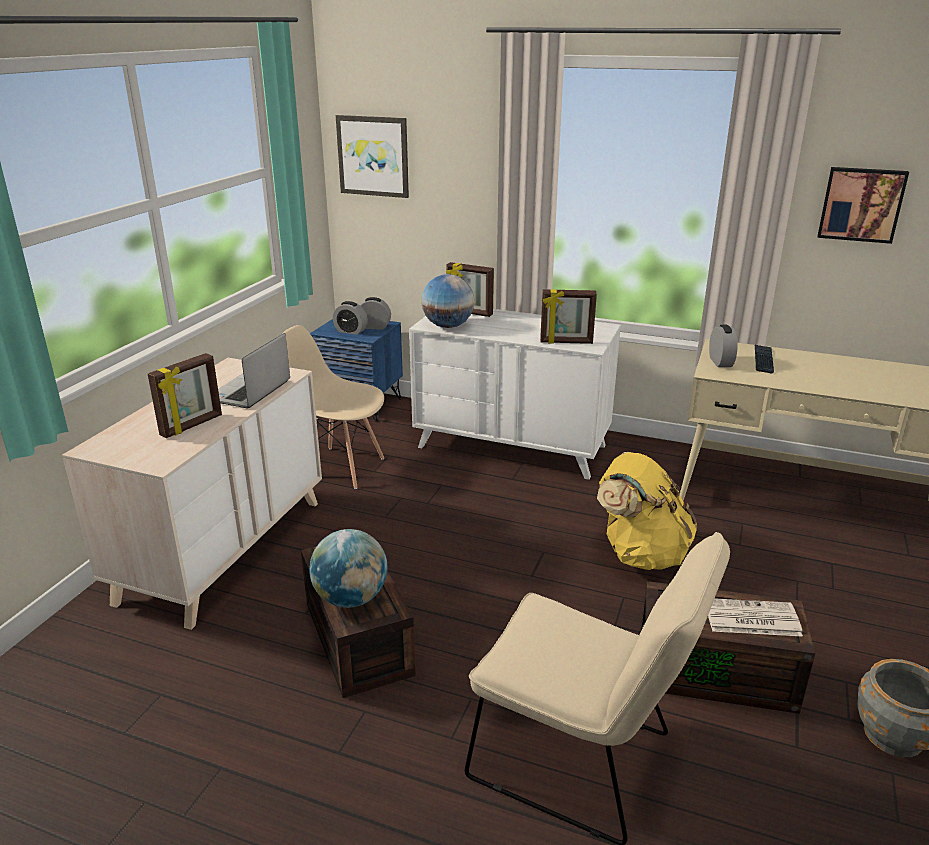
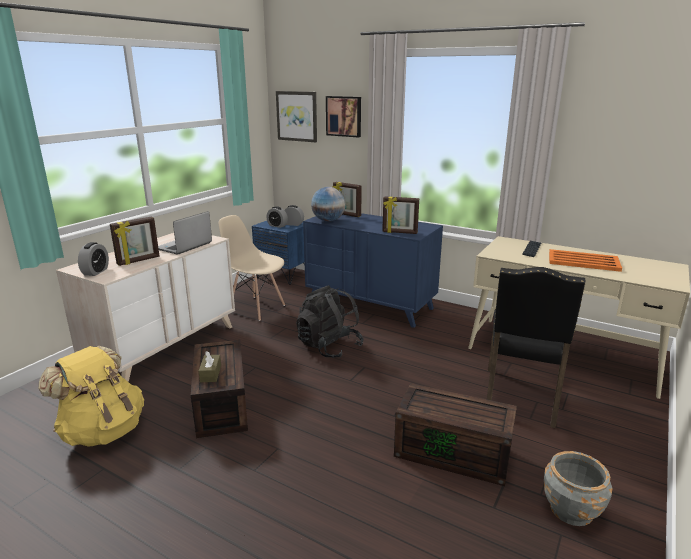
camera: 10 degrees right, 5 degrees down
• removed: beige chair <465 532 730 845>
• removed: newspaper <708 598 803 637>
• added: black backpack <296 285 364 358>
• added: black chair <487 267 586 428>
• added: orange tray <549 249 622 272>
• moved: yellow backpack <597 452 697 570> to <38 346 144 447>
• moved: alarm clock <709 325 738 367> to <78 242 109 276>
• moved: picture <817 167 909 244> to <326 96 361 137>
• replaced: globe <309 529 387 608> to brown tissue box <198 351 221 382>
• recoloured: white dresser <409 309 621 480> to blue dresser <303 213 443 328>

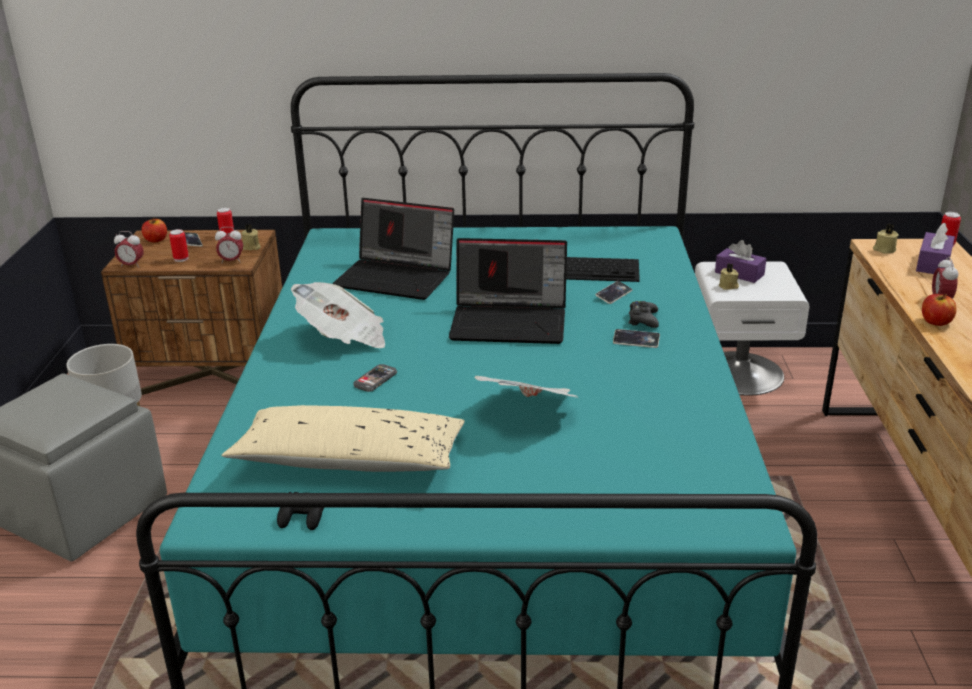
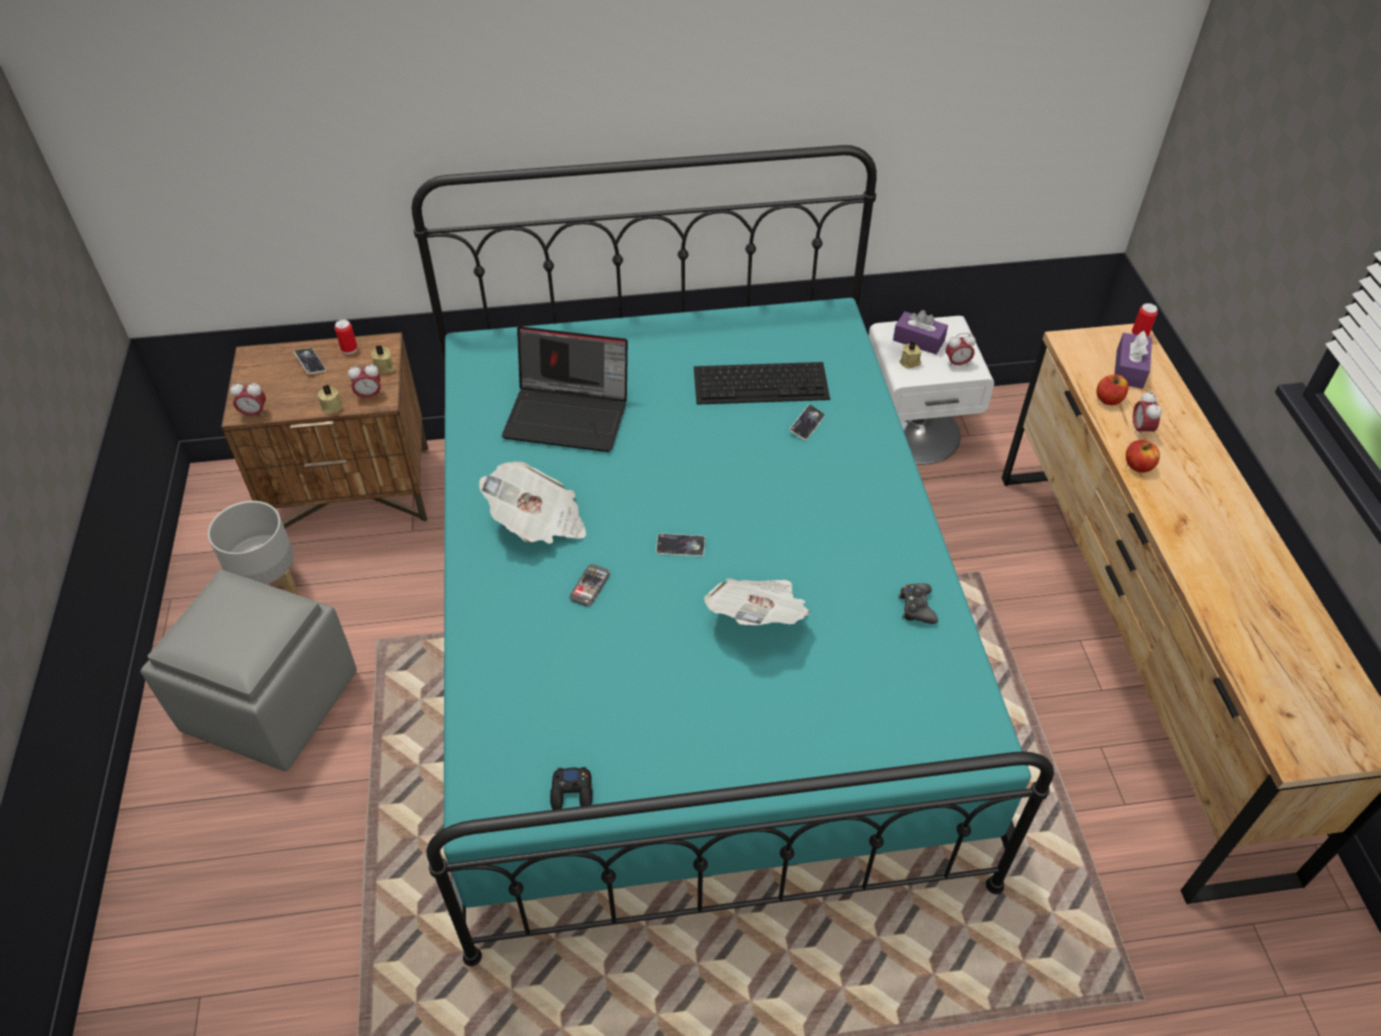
camera: 10 degrees left, 20 degrees up
• removed: can <169 229 189 262>
• removed: beige pillow <222 405 465 472>
• removed: laptop <449 238 567 344>
• added: alarm clock <946 333 976 368>
• moved: apple <141 217 167 242> to <1096 374 1128 405>
• moved: phone <613 329 660 348> to <656 533 705 557>
• moved: black game controller <629 301 659 328> to <898 583 938 624>
• moved: beige candle <873 224 899 254> to <318 385 343 414>

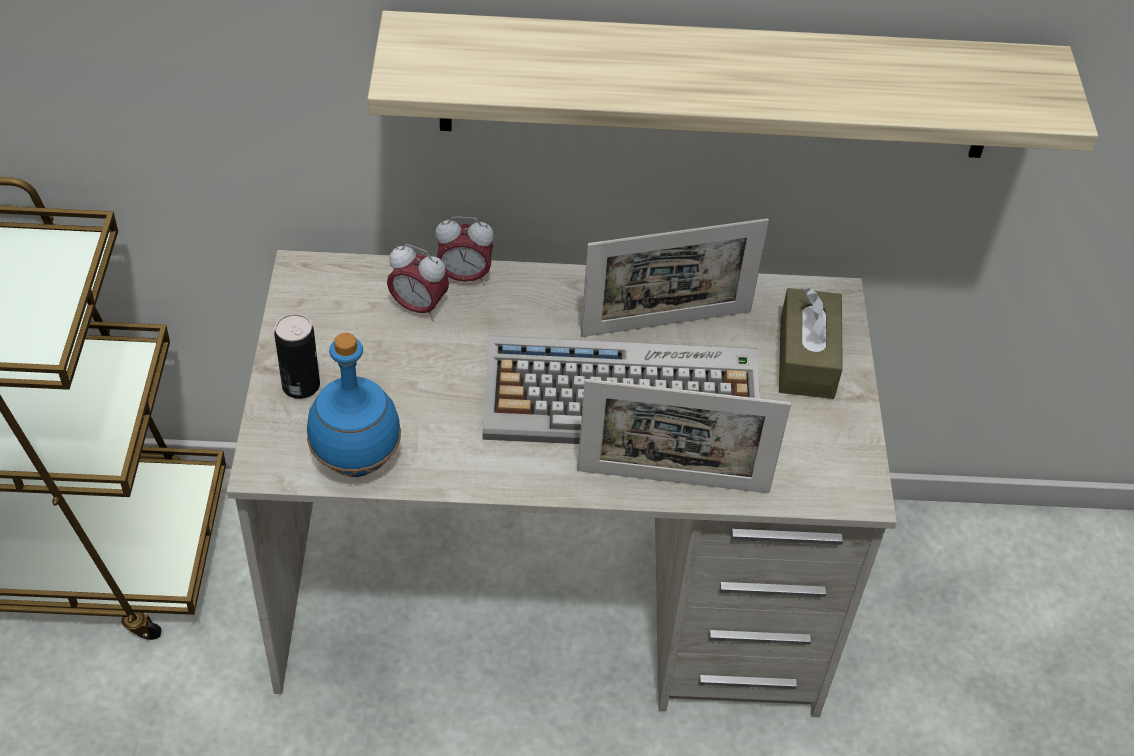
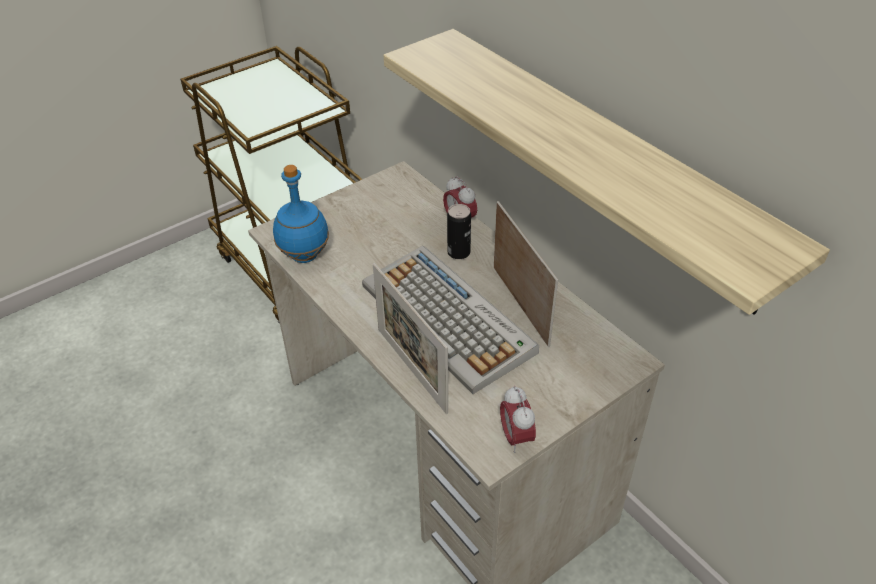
camera: 55 degrees right, 5 degrees down
• removed: brown tissue box <779 288 843 399>
• moved: can <274 314 320 399> to <447 204 471 259>
• moved: alarm clock <387 244 449 321> to <500 386 536 453>
• turned: picture frame <581 218 769 337> = <494 201 558 347> 150 degrees counterclockwise

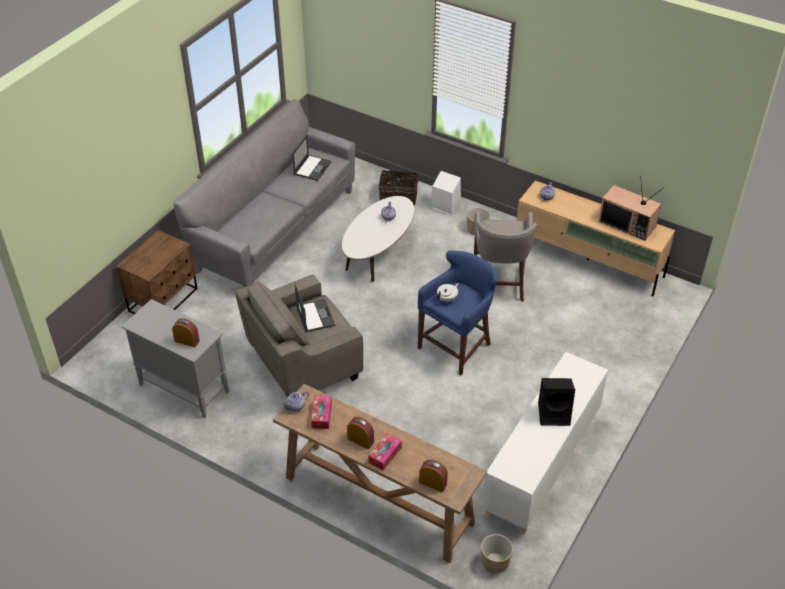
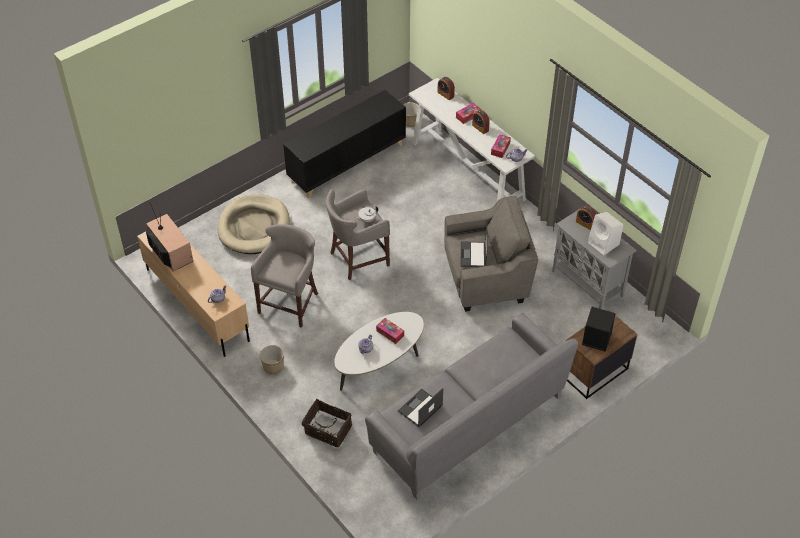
camera: 160 degrees left, 5 degrees up
• added: beige dog bed <217 194 290 254>
• added: tissue box <376 318 404 344>
• moved: white speaker <431 171 461 216> to <587 212 623 255>
• moved: black speaker <538 378 575 426> to <582 307 615 352>
• recoloured: brown console table <273 384 487 563> to white console table <409 78 535 201>
• recoloured: blue stool <418 251 497 375> to grey stool <326 189 390 280>
• recoloured: white cabinet <482 352 608 535> to black cabinet <283 90 406 198>

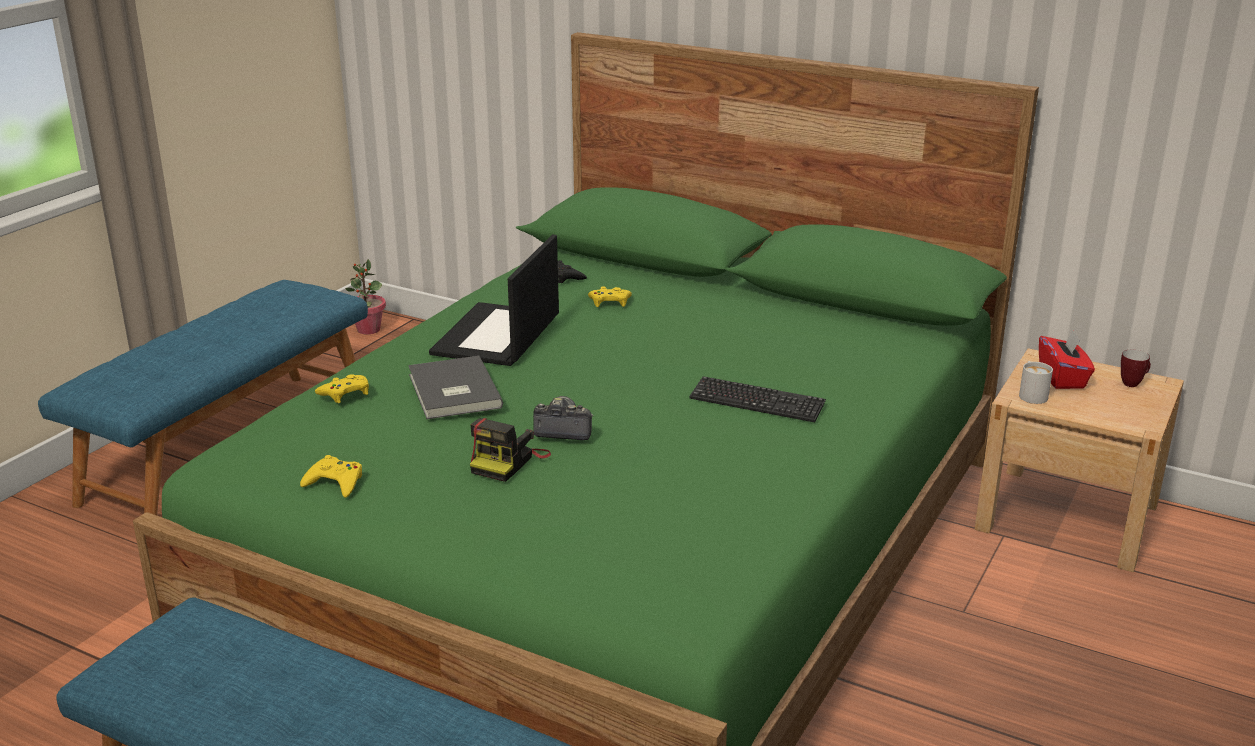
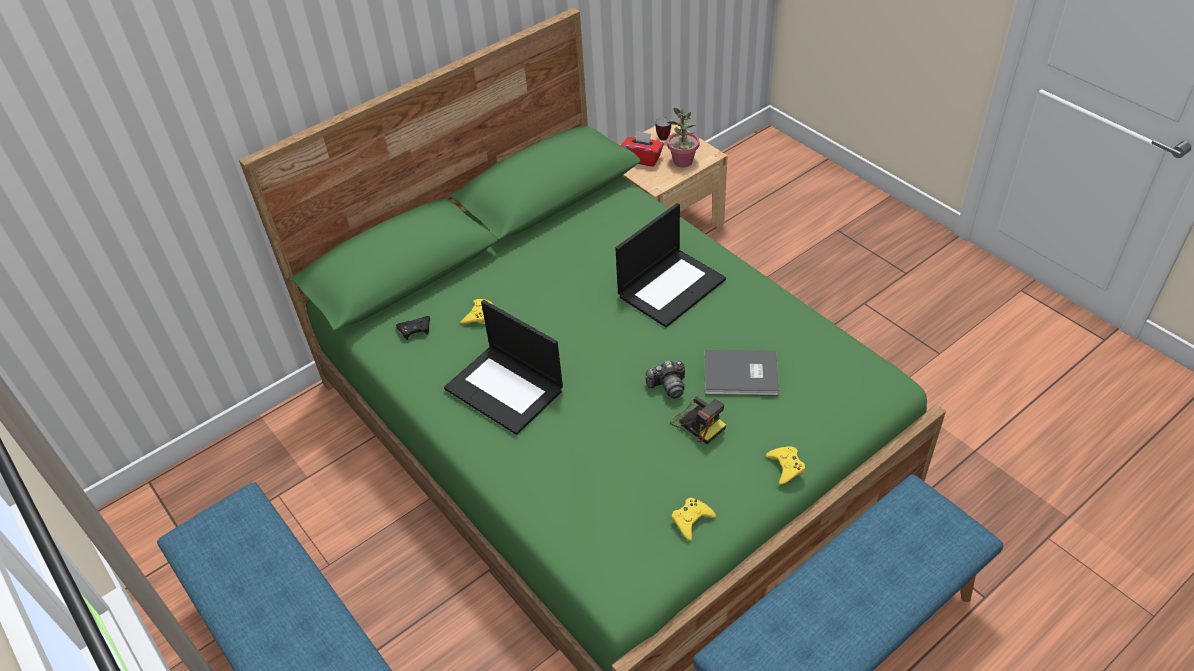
camera: 65 degrees left, 20 degrees up
• removed: white mug <1019 361 1053 404>
• moved: yellow game controller <315 374 369 403> to <766 447 805 485>
• moved: potted plant <345 259 386 334> to <667 108 699 167>
• moved: grey book <408 356 503 419> to <705 350 779 396>
• replaced: keyboard <689 377 826 422> to laptop <615 203 726 327>
• turned: photo camera <533 396 593 440> = <646 360 685 399> 135 degrees counterclockwise

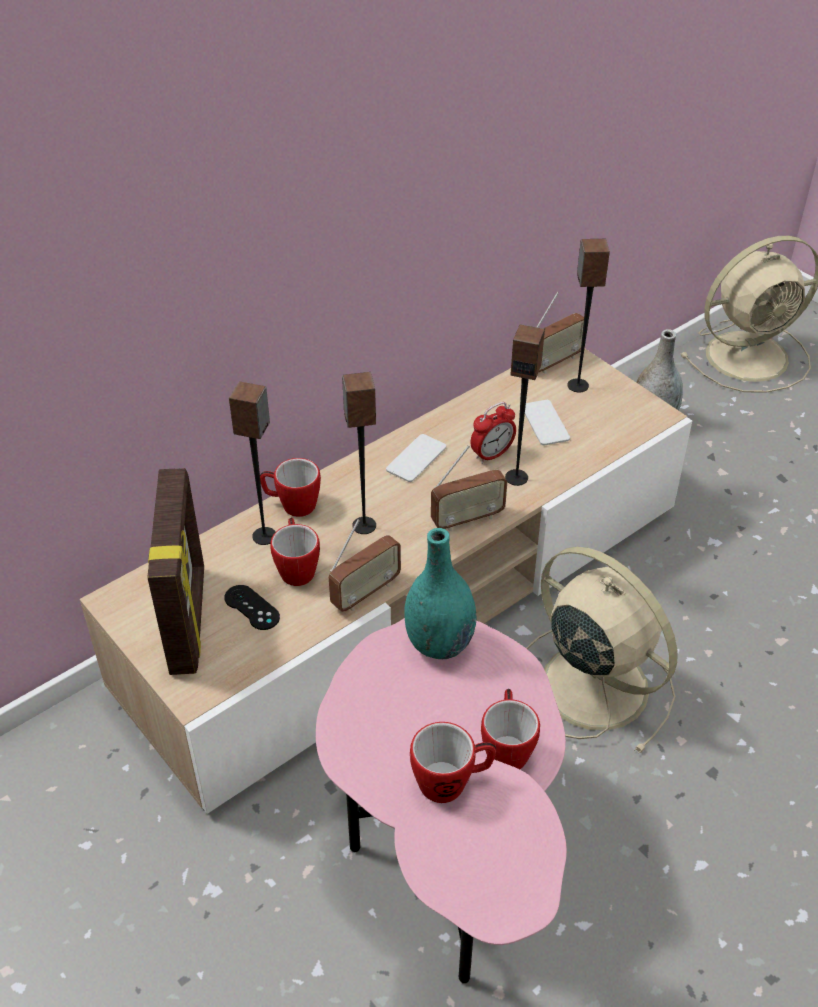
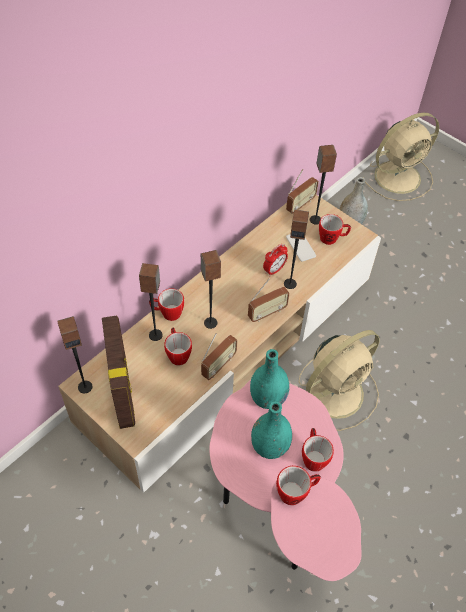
camera: 10 degrees left, 10 degrees up
• removed: black game controller <224 585 280 630>
• removed: phone <386 434 446 482>
• added: speaker <57 316 93 393>
• added: turquoise vase <251 401 292 459>
• added: mug <319 214 351 245>
• turned: beige fan <526 547 677 754> = <299 330 380 431> 105 degrees clockwise

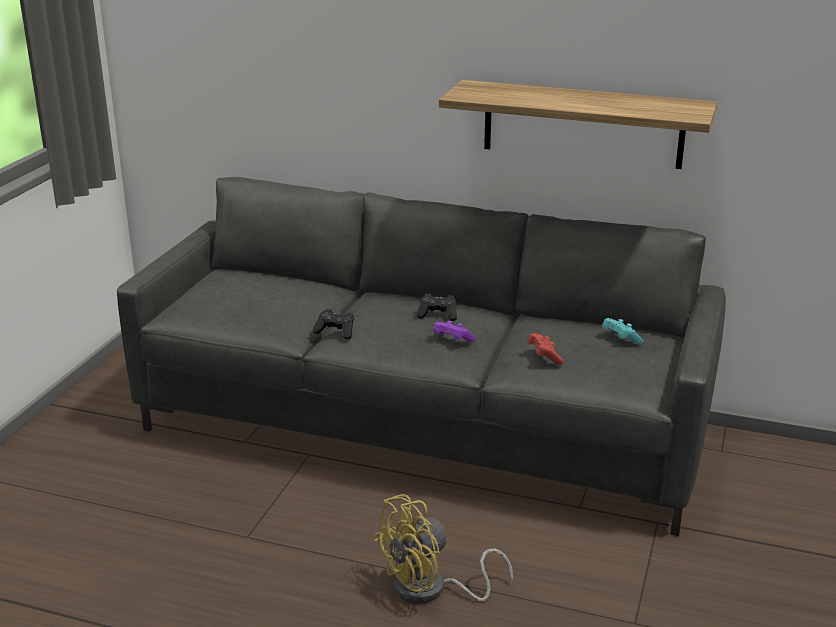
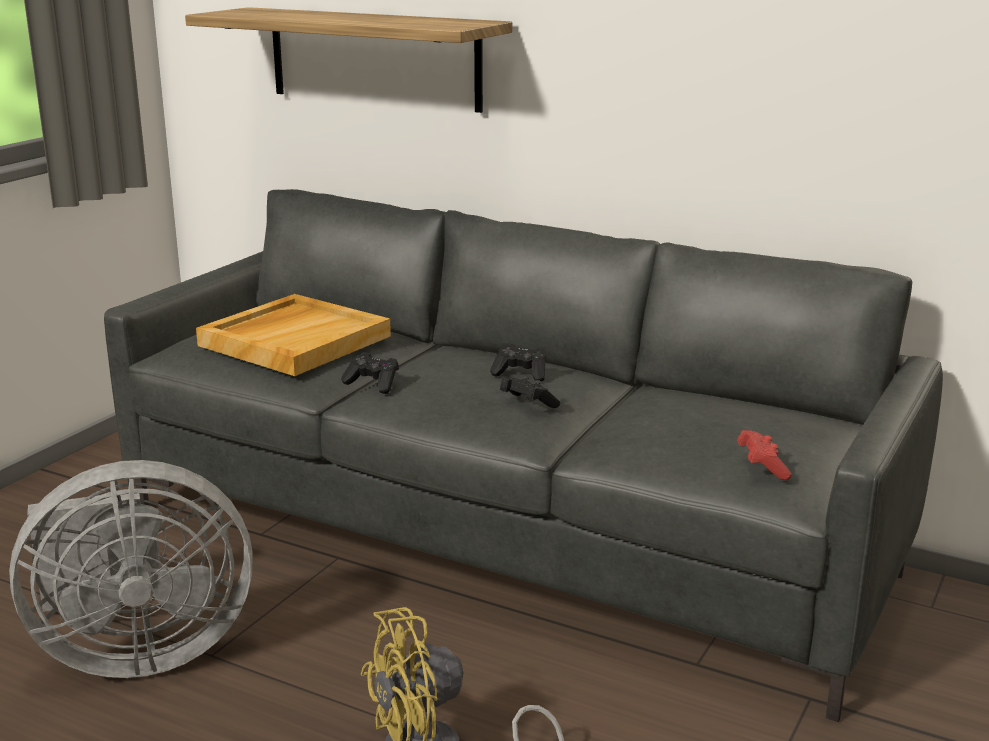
camera: 10 degrees right, 5 degrees down
• removed: turquoise game controller <602 318 643 344>
• added: grey fan <9 460 253 678>
• added: beige tray <196 294 391 376>
• moved: shelf <439 80 717 169> to <185 7 512 113>
• moved: red game controller <527 333 564 365> to <737 430 792 480>
• recoloured: purple game controller <433 321 476 342> to black game controller <500 376 560 408>

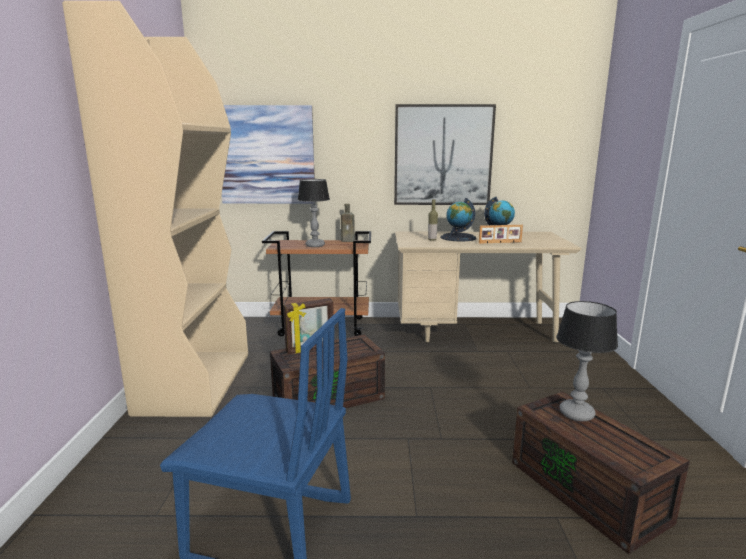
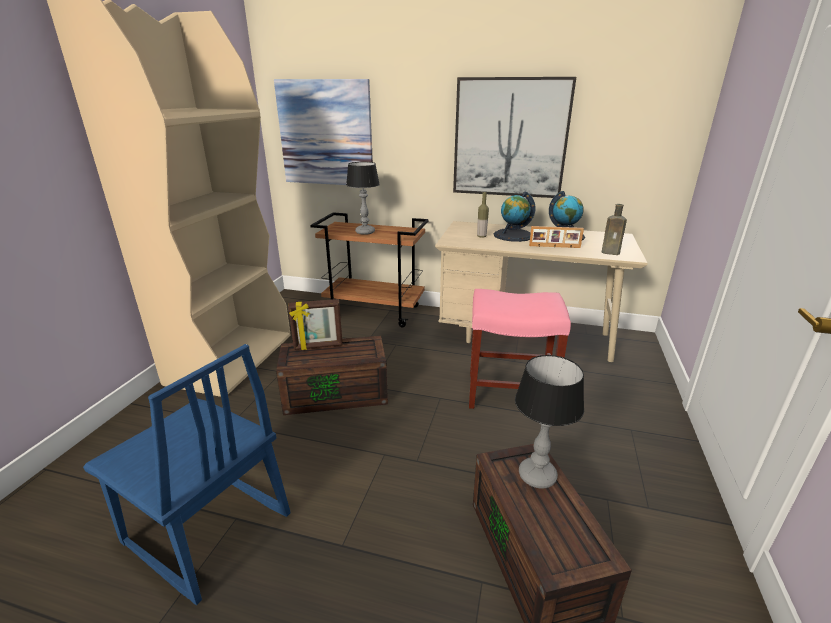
camera: 15 degrees right, 10 degrees up
• added: pink stool <469 289 571 409>
• moved: brown bottle <341 204 355 242> to <602 204 627 255>

